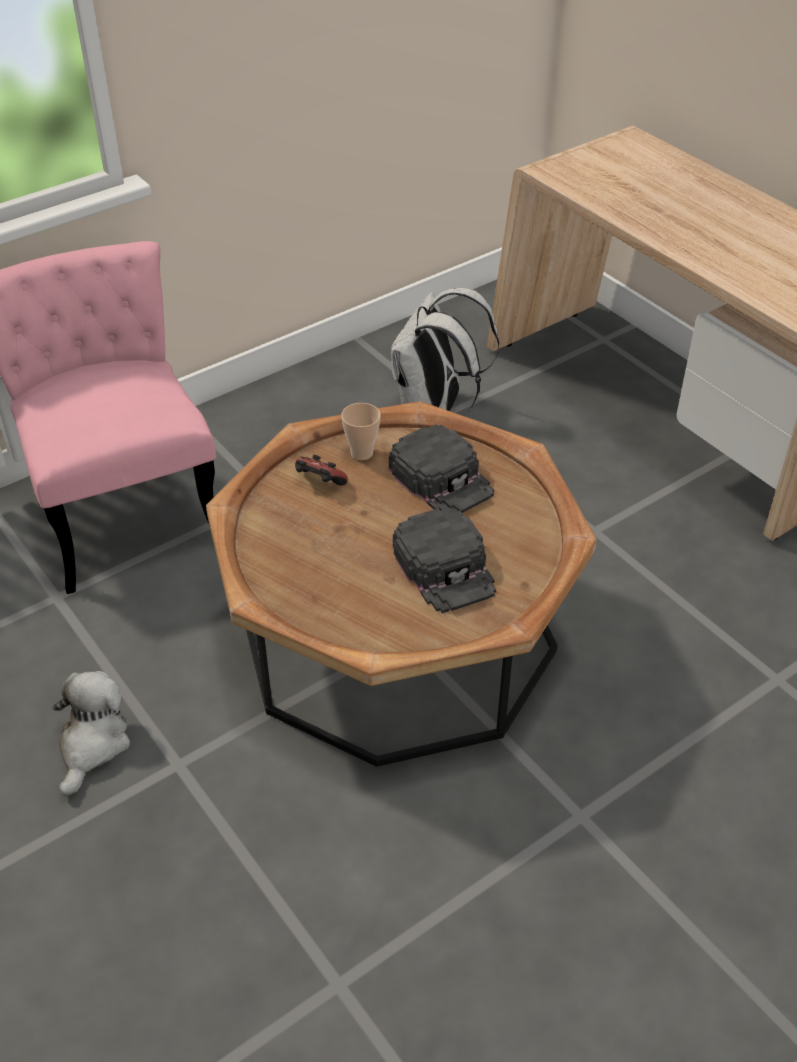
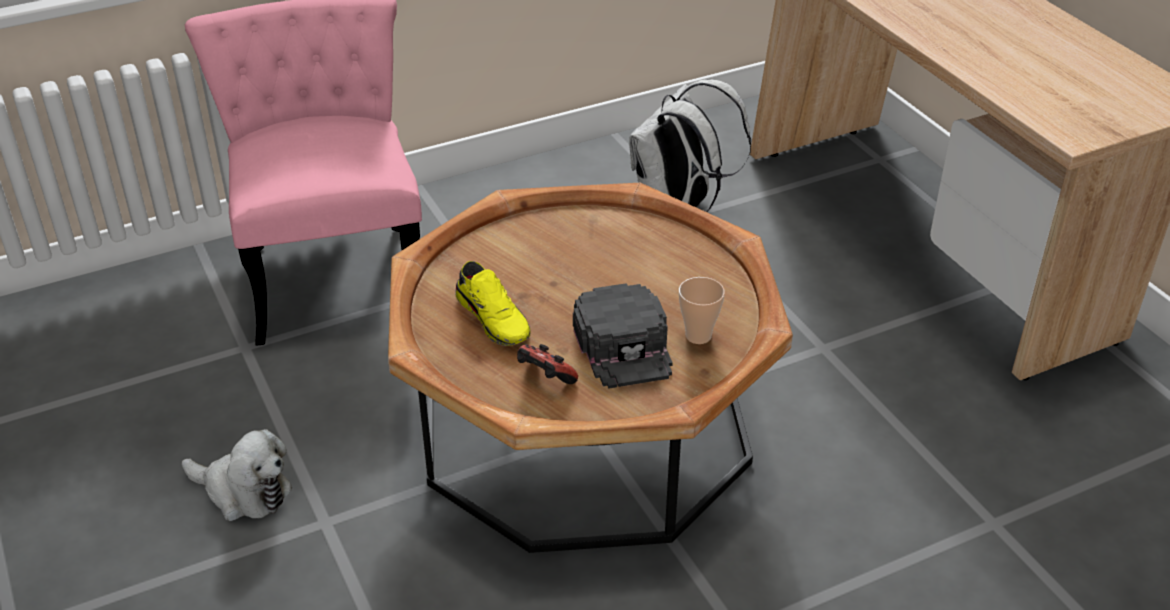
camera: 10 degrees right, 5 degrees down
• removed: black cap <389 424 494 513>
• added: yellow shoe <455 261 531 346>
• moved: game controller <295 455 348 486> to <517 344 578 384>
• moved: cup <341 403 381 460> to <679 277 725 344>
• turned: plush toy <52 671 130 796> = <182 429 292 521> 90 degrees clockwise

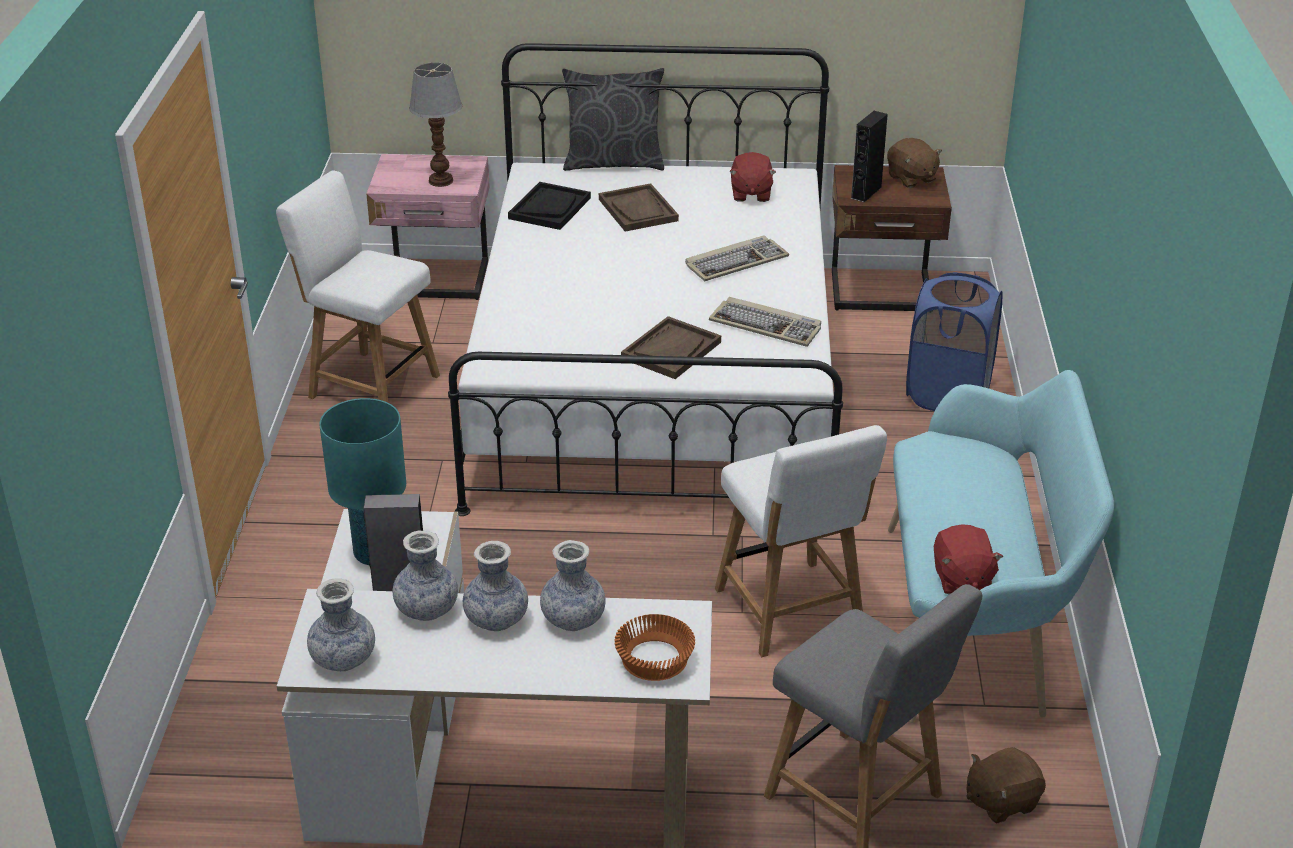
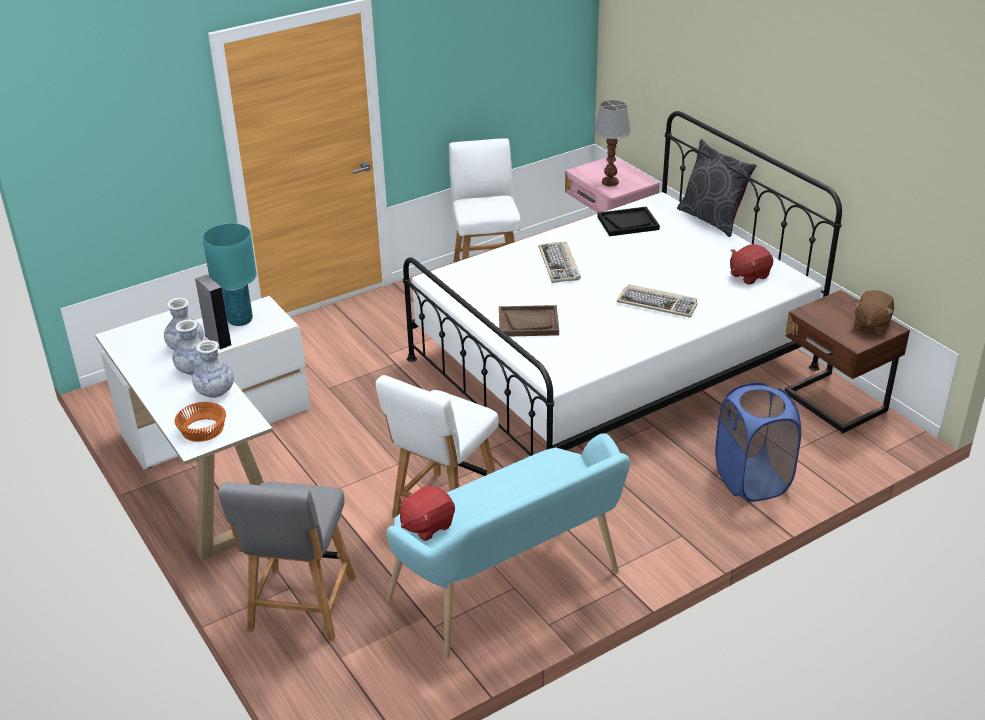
camera: 55 degrees right, 0 degrees up
• removed: vase <307 578 375 671>
• removed: brown tray <599 183 679 232>
• removed: black speaker <851 111 888 202>
• removed: brown plush toy <966 747 1046 824>
• moved: keyboard <709 297 821 347> to <538 241 581 283>

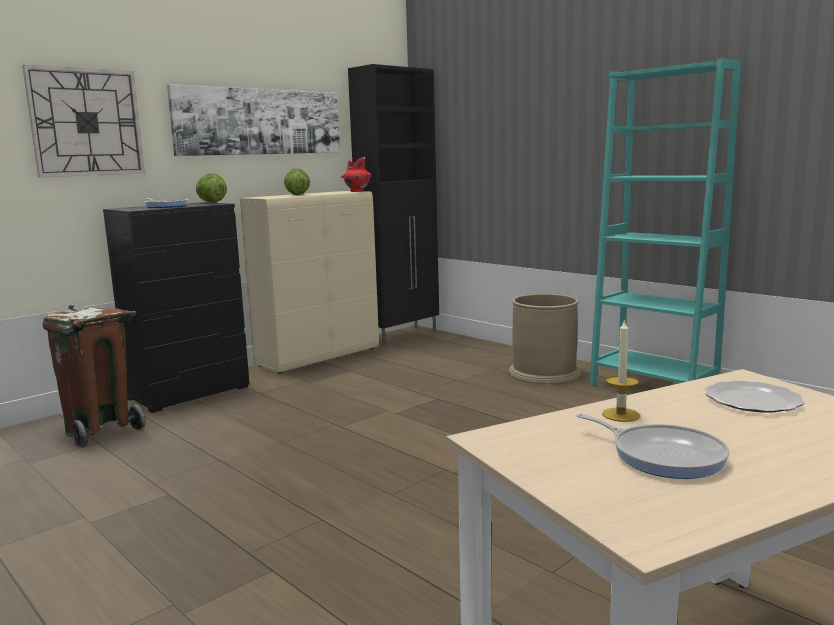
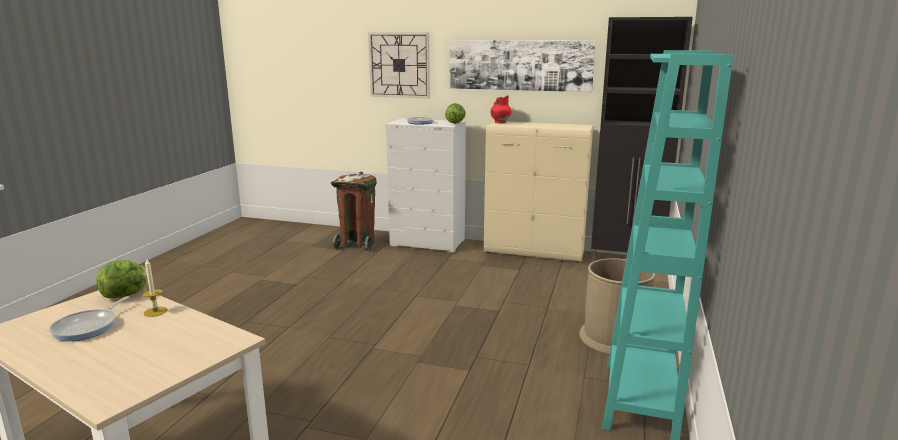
camera: 60 degrees right, 5 degrees up
• removed: plate <705 381 804 413>
• moved: lettuce <284 168 310 195> to <96 260 148 298>
• moved: red vase <341 157 371 192> to <490 95 511 123>
• recoloured: black dresser <103 202 250 413> to white dresser <386 118 466 253>

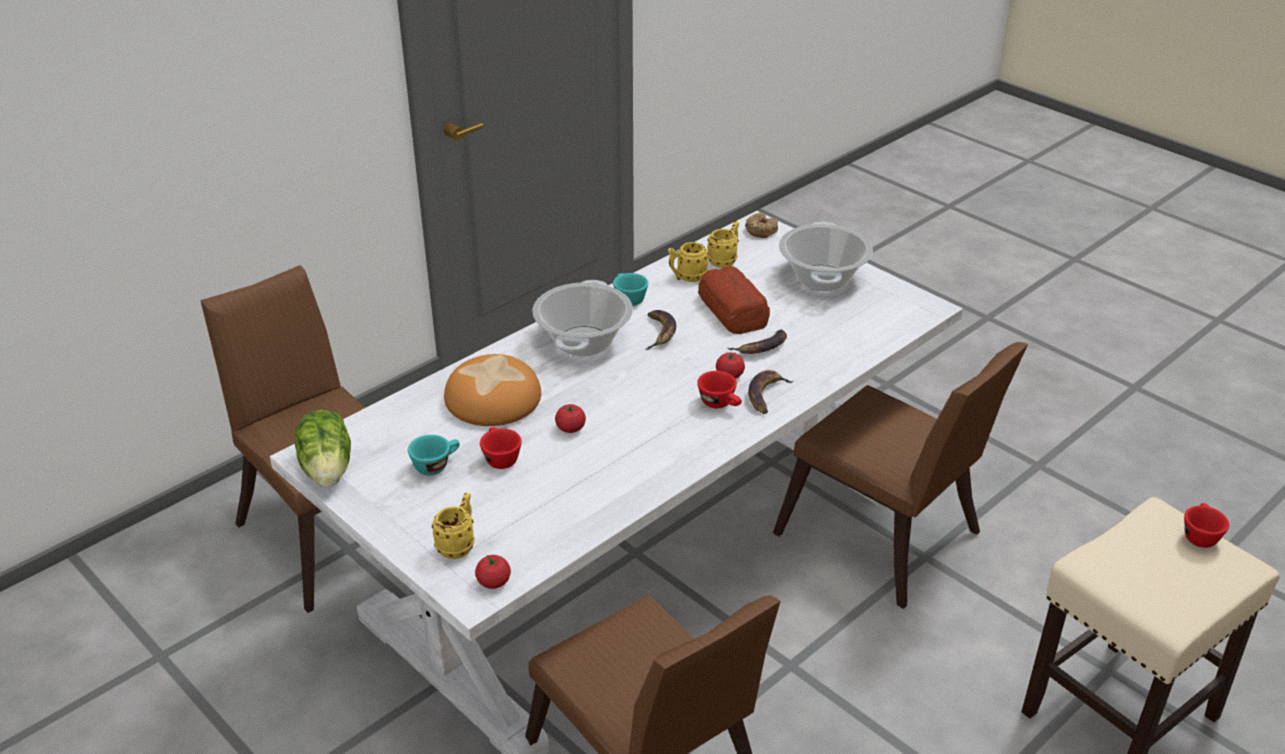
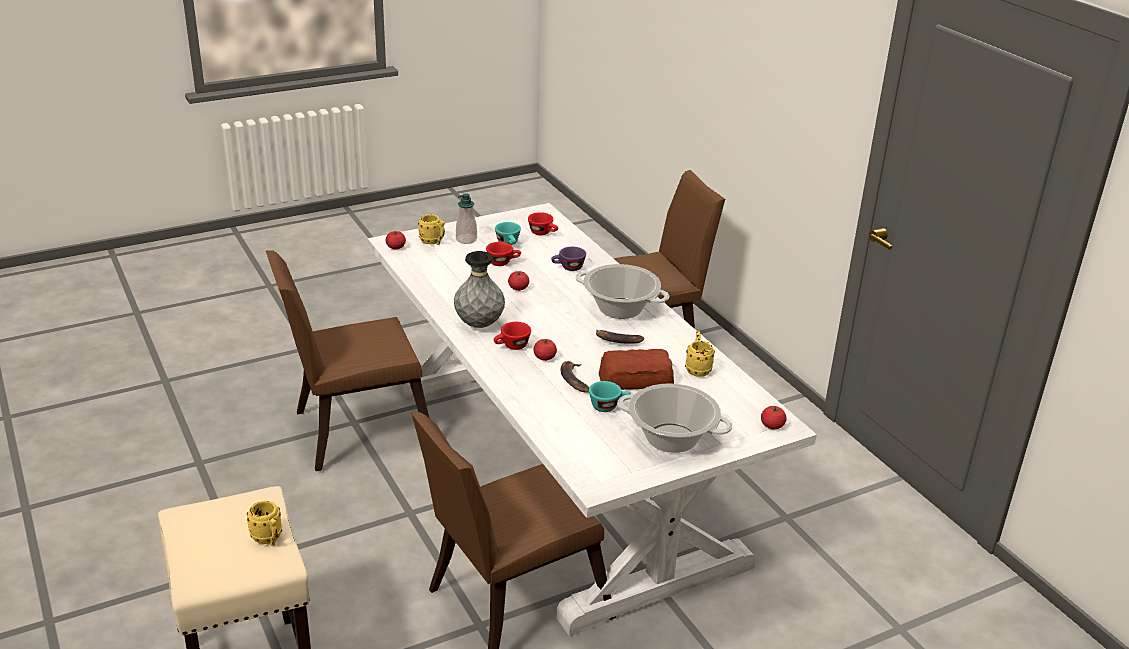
camera: 105 degrees right, 5 degrees down
• removed: lettuce <295 410 351 487>
• removed: banana <748 370 793 414>
• added: grey vase <454 251 505 328>
• added: soap dispenser <456 193 477 244>
• moved: turquoise cup <613 273 648 306> to <589 381 631 412>
• moved: yellow mug <707 221 739 268> to <247 501 282 546>
• moved: red cup <1184 503 1229 548> to <528 212 558 235>
• replaced: bread <444 354 541 426> to purple cup <551 247 586 271>
• replaced: donut <745 213 778 238> to tomato <761 406 787 429>

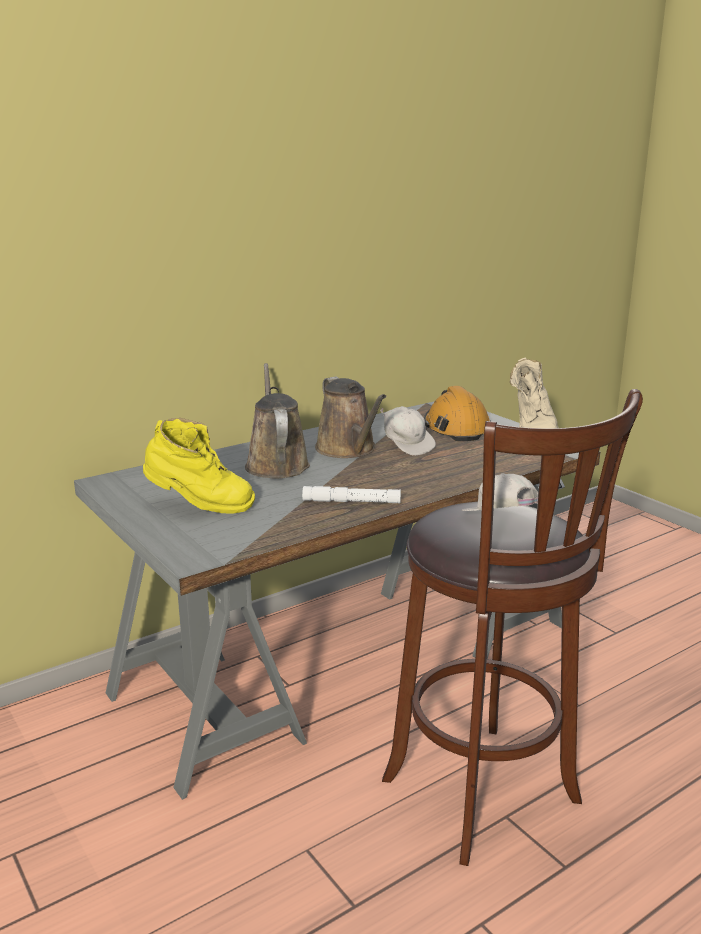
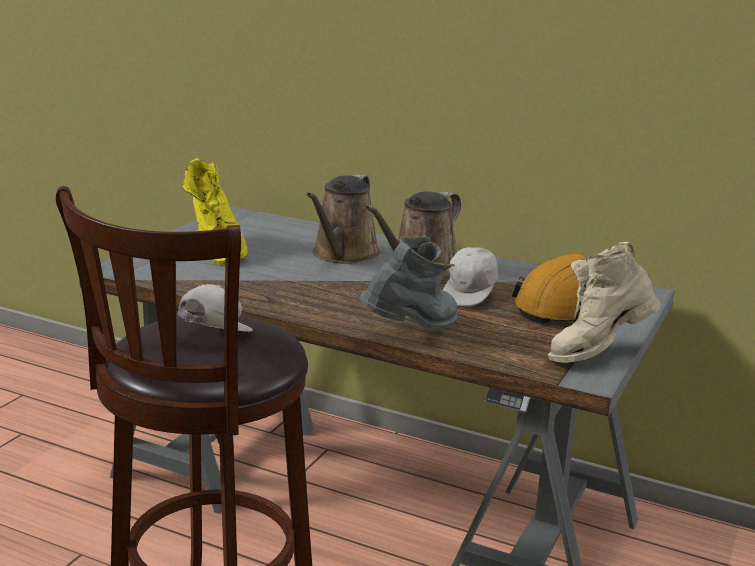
camera: 60 degrees right, 0 degrees up
• removed: white flashlight <302 486 401 503>
• added: grey boot <360 236 458 331>
• turned: brown watering can <245 363 310 478> = <307 174 380 264> 150 degrees clockwise

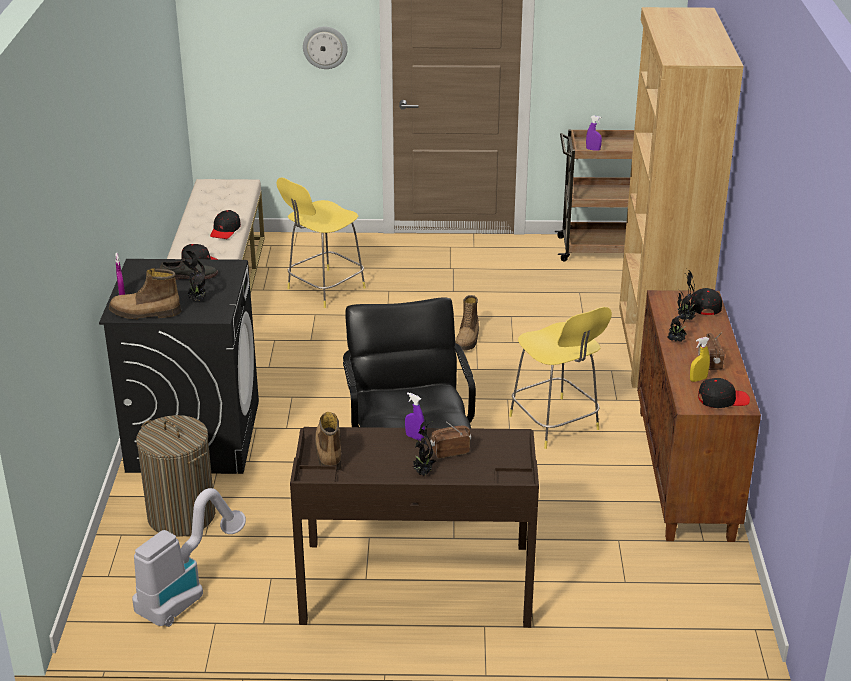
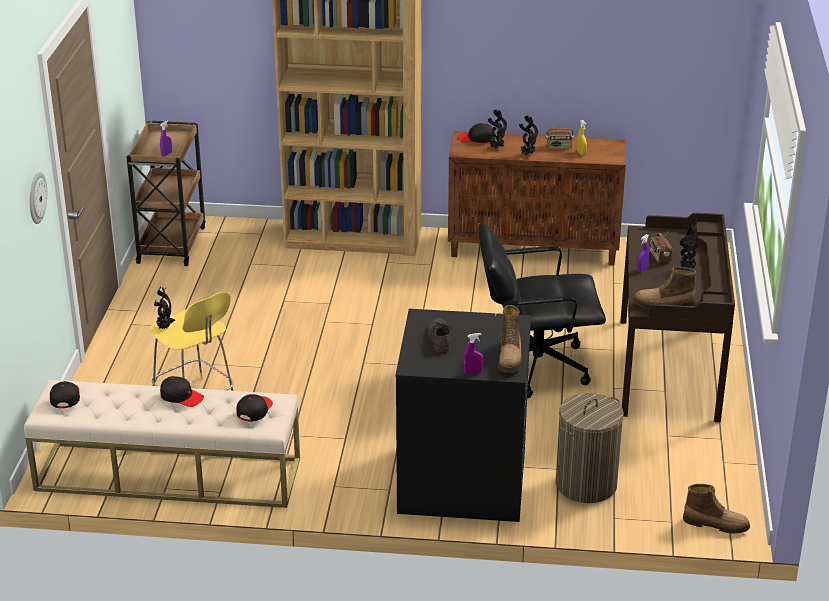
camera: 85 degrees left, 0 degrees up
• removed: vacuum cleaner <132 488 246 627>
• removed: yellow stool <509 307 612 449>
• moved: potted plant <183 251 206 301> to <154 287 175 329>
• moved: boot <455 295 479 351> to <683 484 750 533>
• moved: black cap <698 378 750 408> to <50 381 80 408>

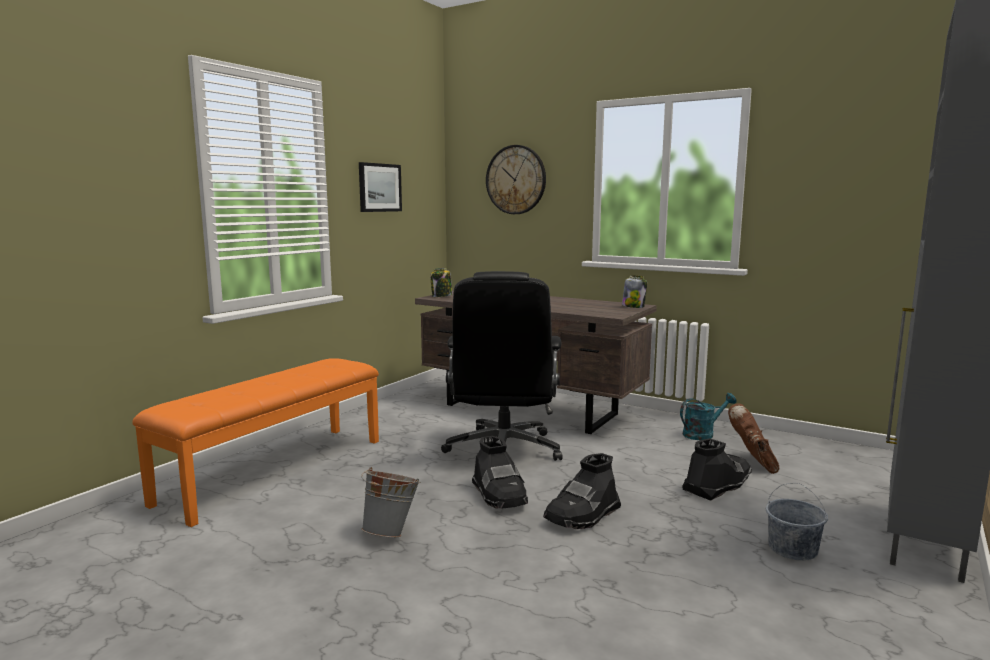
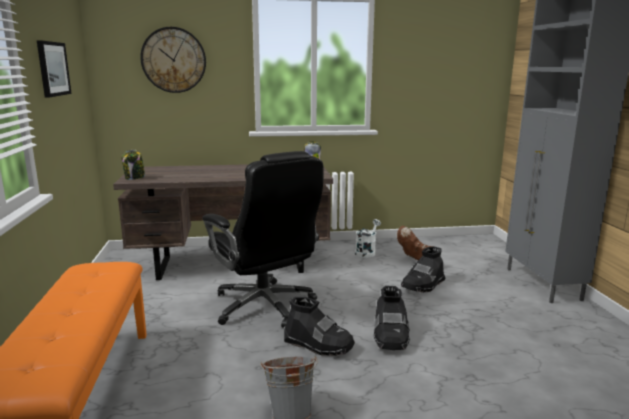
camera: 40 degrees left, 5 degrees up
• removed: grey bucket <766 483 828 561>
• recoloured: turquoise watering can <680 393 737 440> to white watering can <355 219 381 258>
• turned: black boot <682 438 752 501> = <401 246 445 293> 150 degrees counterclockwise

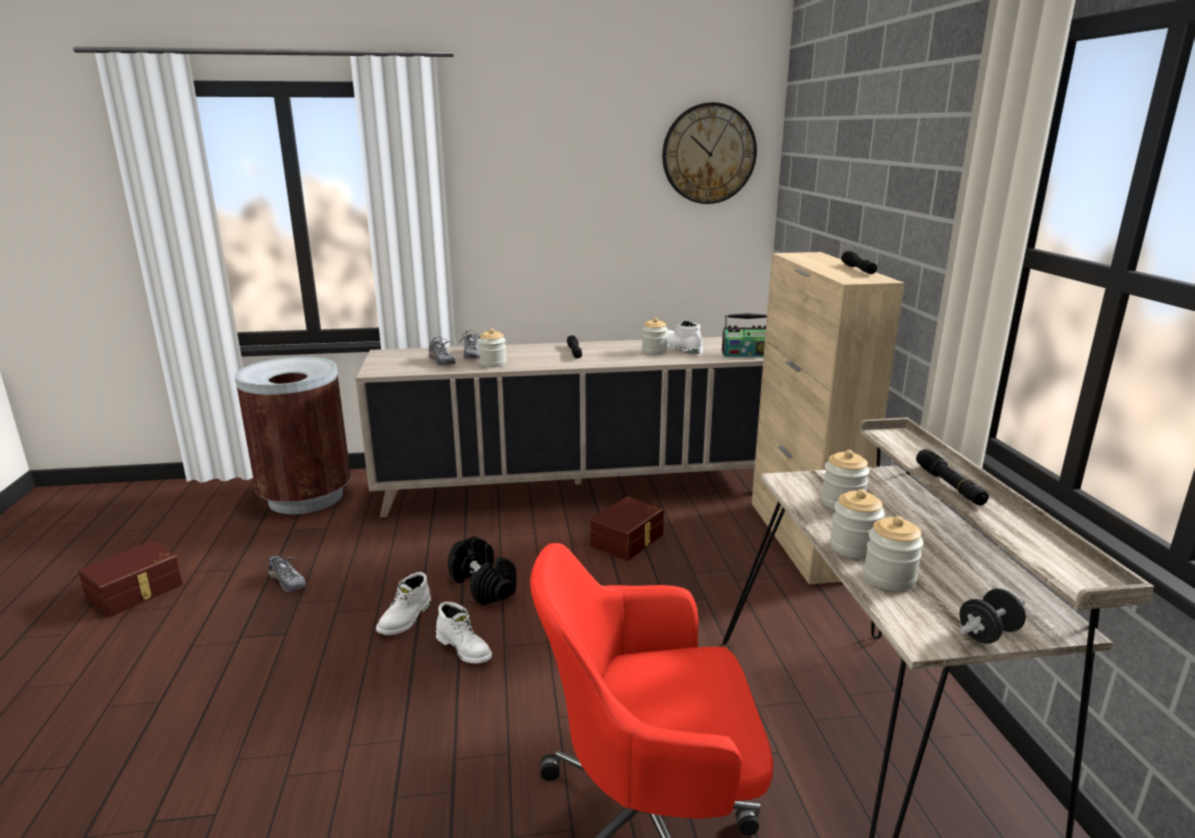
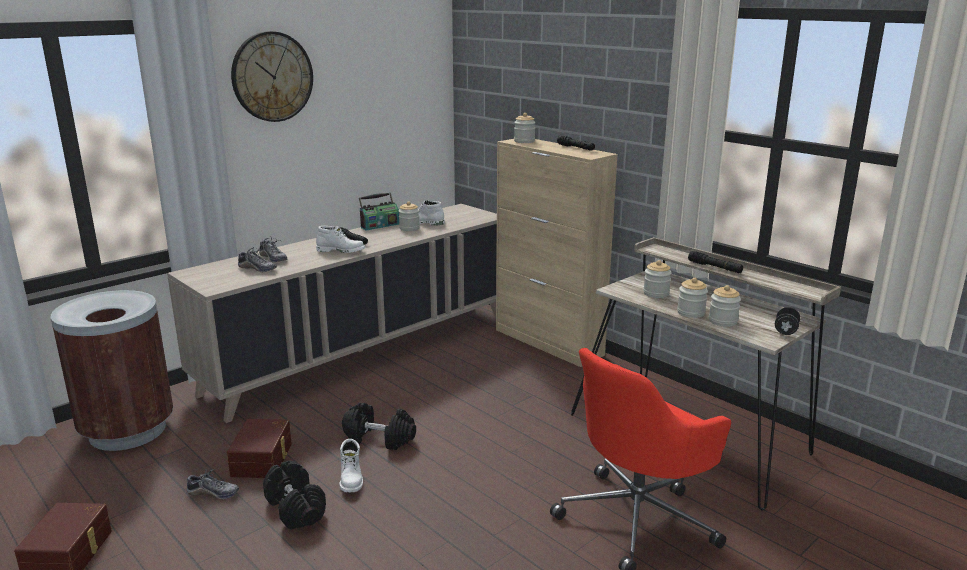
camera: 35 degrees left, 0 degrees up
• added: black dumbbell <263 460 326 530>
• moved: white boot <436 602 492 663> to <316 226 365 253>
• moved: jar <479 328 507 368> to <514 113 535 143>
• moved: brown storage box <590 496 664 561> to <227 419 292 478>
• moved: wall clock <662 102 757 204> to <231 31 313 122>
• moved: radio <722 313 767 357> to <359 193 399 231>

